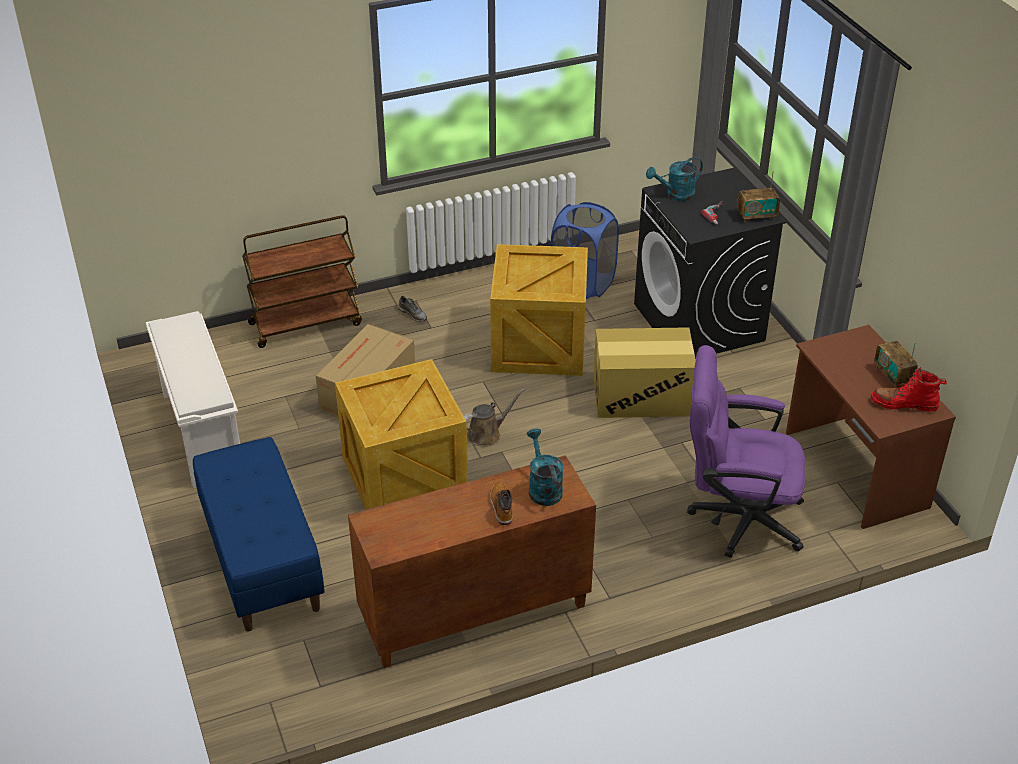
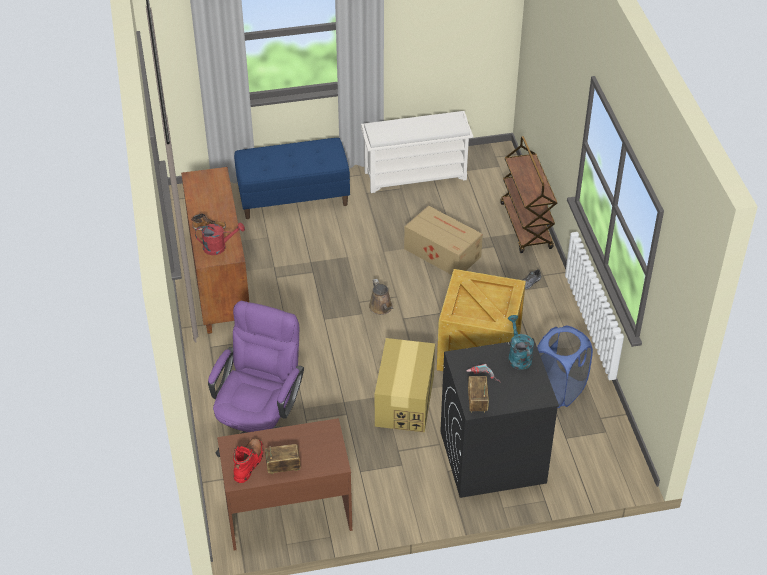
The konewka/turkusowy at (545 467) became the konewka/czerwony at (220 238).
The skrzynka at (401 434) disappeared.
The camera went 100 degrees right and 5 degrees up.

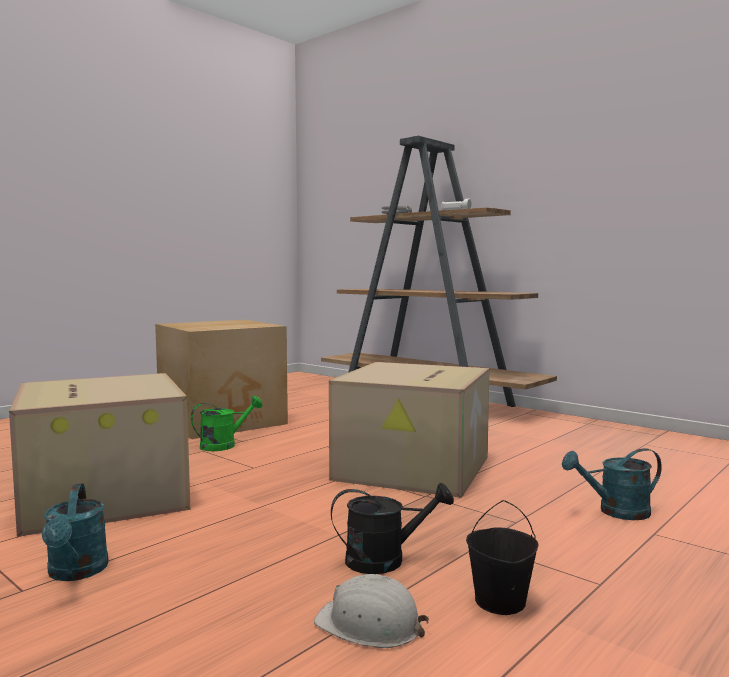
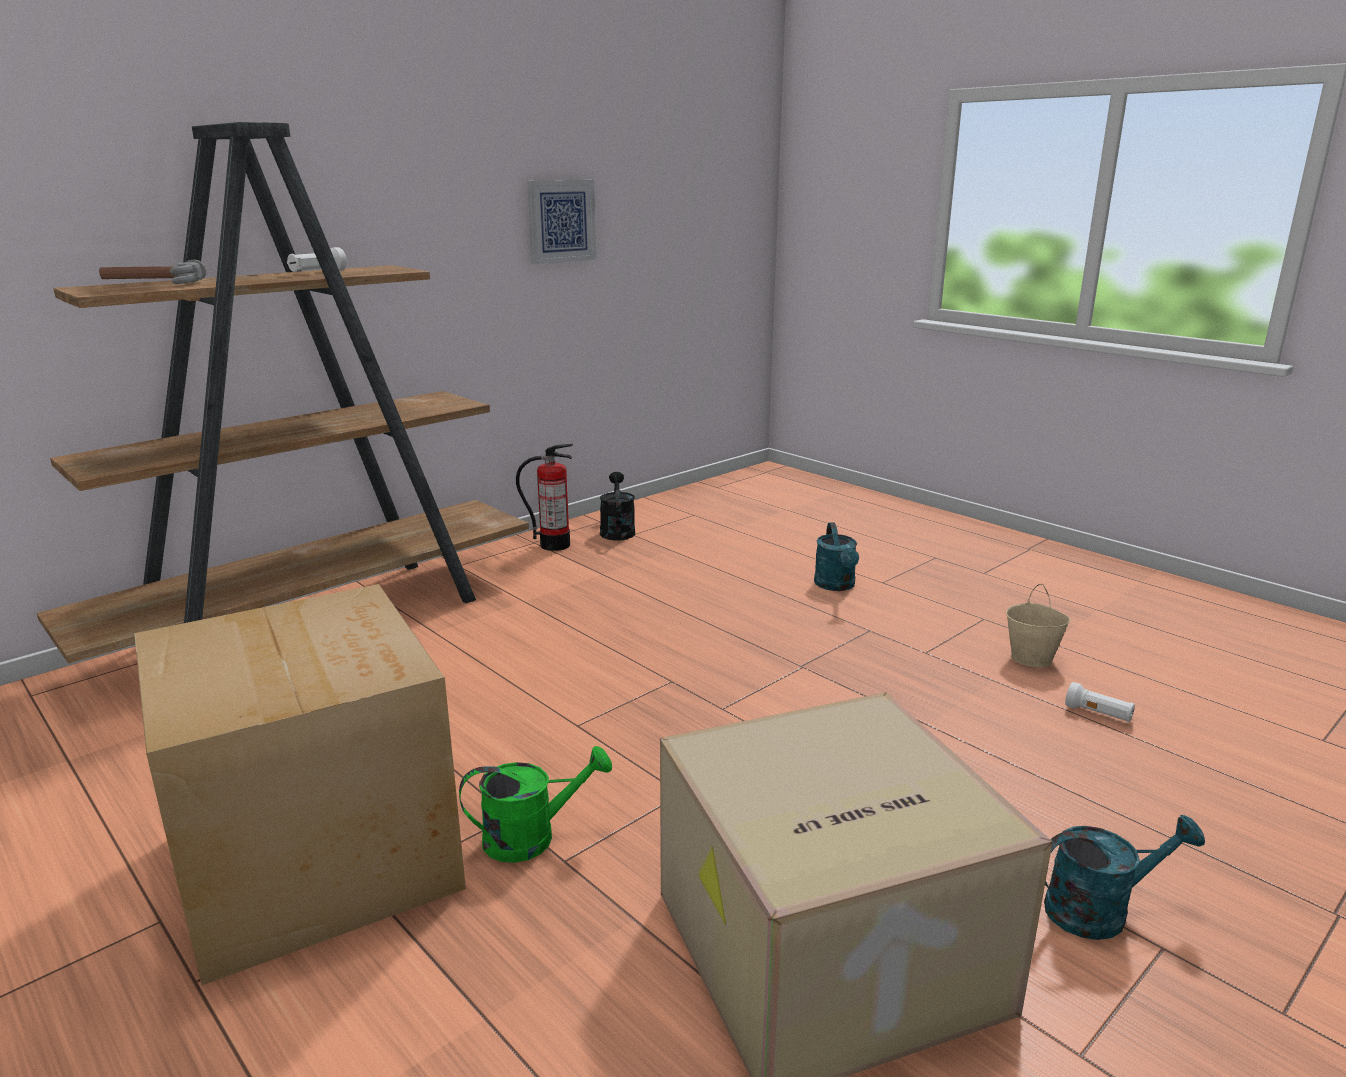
The konewka/zielony at (227 423) turned 105 degrees clockwise.
The gaśnica at (544 497) appeared.
The obraz at (561 222) appeared.
The konewka/czarny moved from (392 528) to (617 506).
The wiadro/czarny at (502 557) became the wiadro/beżowy at (1038 625).
The kask/biały at (371 611) was replaced by the latarka/biały at (1100 702).
The karton at (409 430) disappeared.
The camera went 85 degrees left and 15 degrees up.

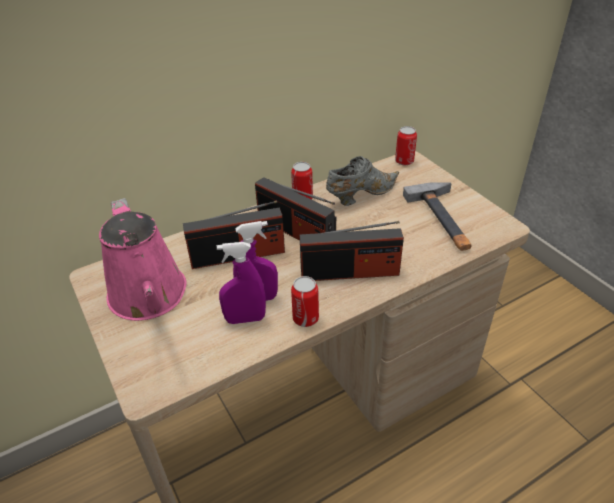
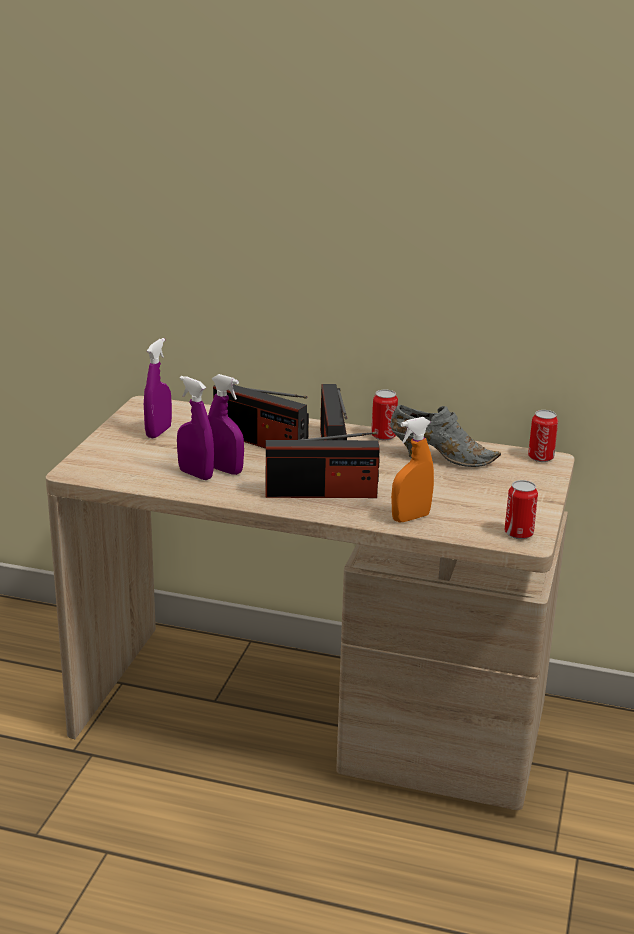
The konewka/różowy at (143 259) was replaced by the spryskiwacz/fioletowy at (158 388).
The radio at (352 251) turned 45 degrees counterclockwise.
The spryskiwacz/pomarańczowy at (412 469) appeared.
The puszka moved from (305 301) to (521 509).
The młotek at (437 216) disappeared.
The camera went 45 degrees right and 15 degrees down.

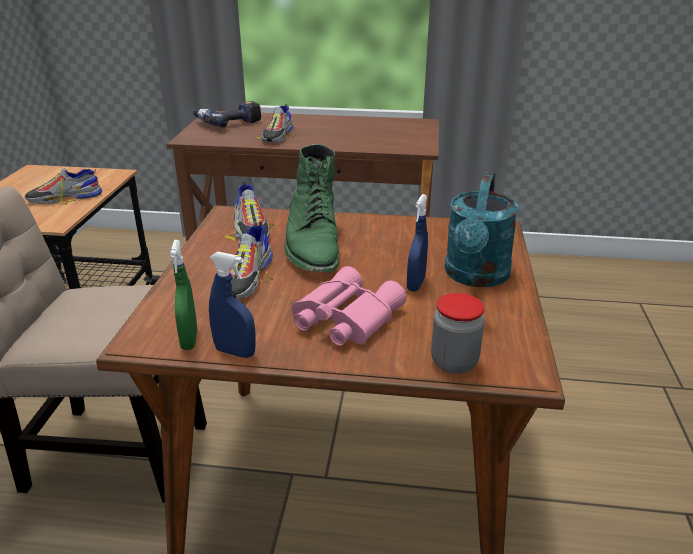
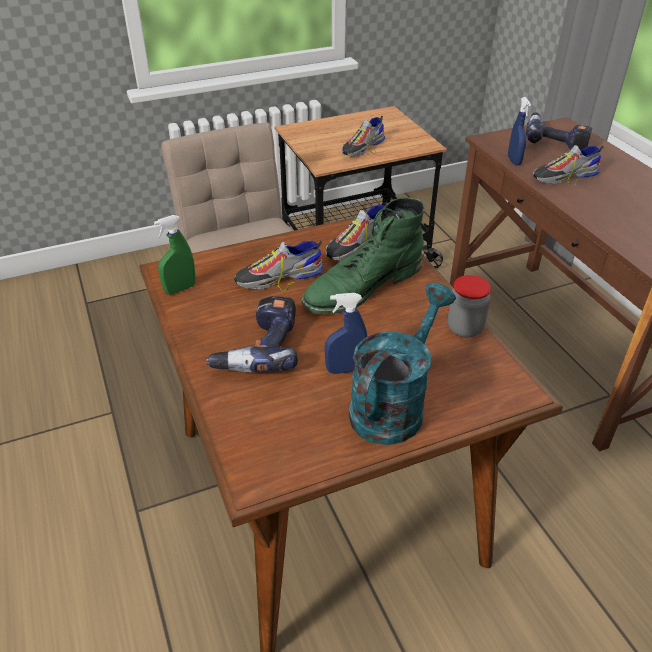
The lornetka/różowy at (349 306) was replaced by the wiertarka at (252 334).
The but at (64 186) turned 90 degrees counterclockwise.
The konewka/turkusowy at (482 229) turned 135 degrees clockwise.
The słoik moved from (458 333) to (469 306).
The spryskiwacz/niebieski moved from (232 305) to (519 131).
The camera went 60 degrees right and 10 degrees up.

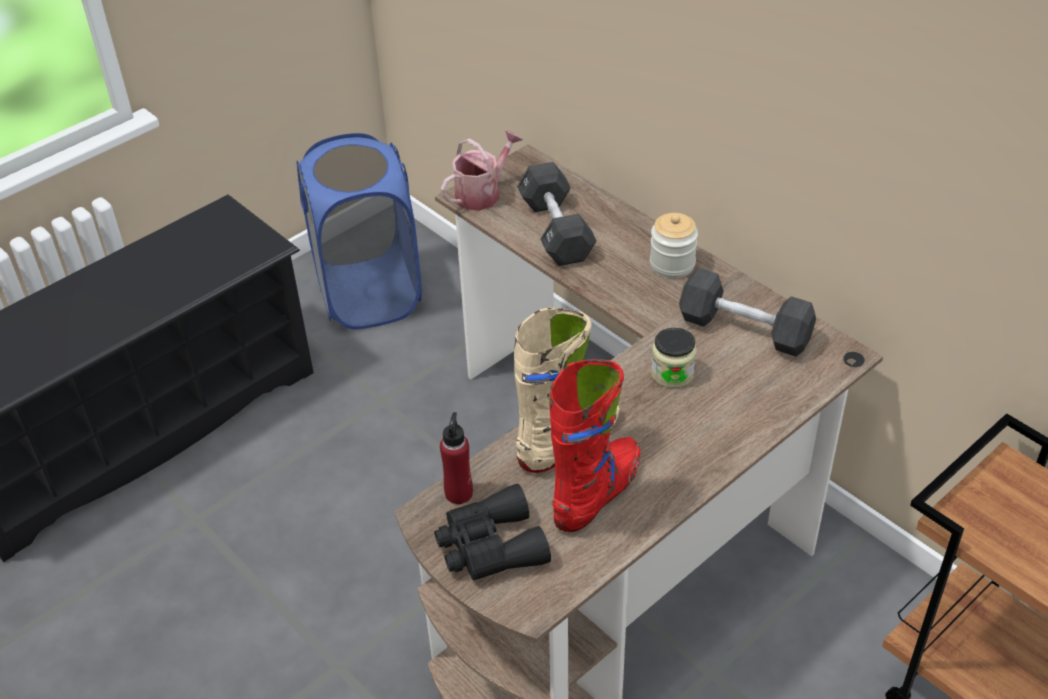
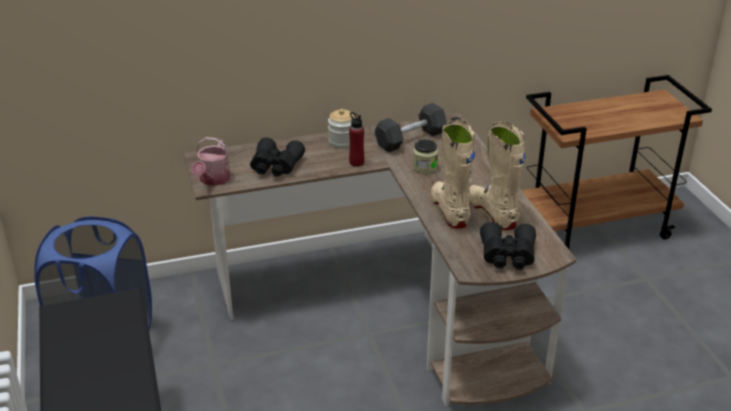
The konewka at (482 170) turned 150 degrees counterclockwise.
The hantel/czarny at (557 214) was replaced by the lornetka/czarny at (277 157).
The butelka/czerwony moved from (456 458) to (356 139).
The but z cholewką/czerwony at (595 445) became the but z cholewką/beżowy at (497 175).
The camera went 65 degrees left and 10 degrees down.

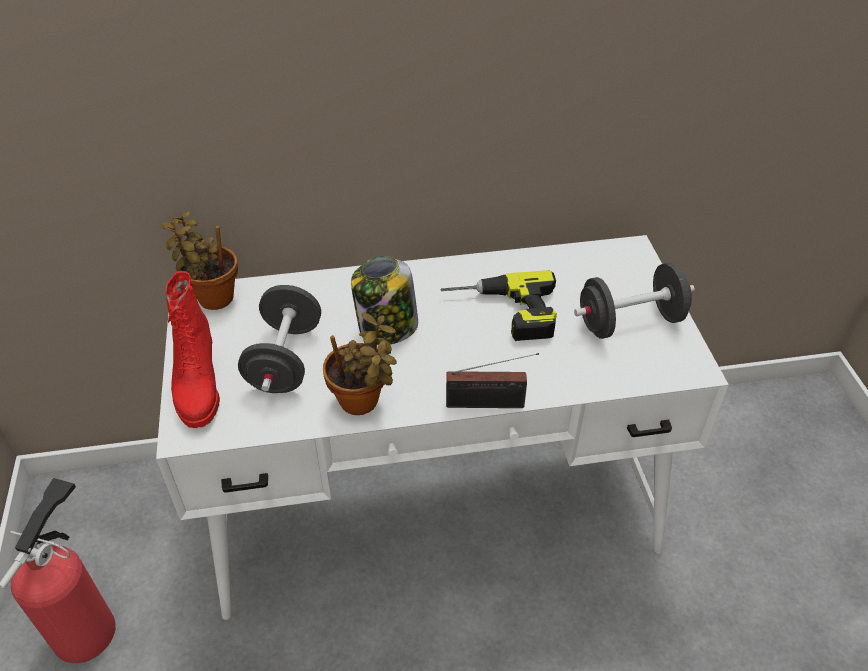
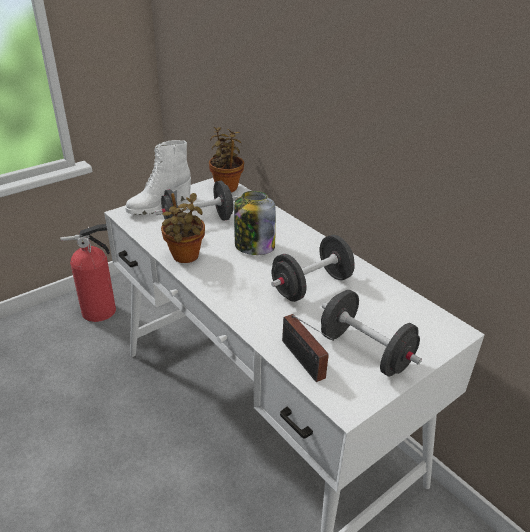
The but z cholewką/czerwony at (192 349) became the but z cholewką/biały at (158 177).
The wiertarka at (499 305) was replaced by the hantel/czarny at (313 268).
The radio moved from (492 380) to (308 348).
The camera went 60 degrees right and 10 degrees down.

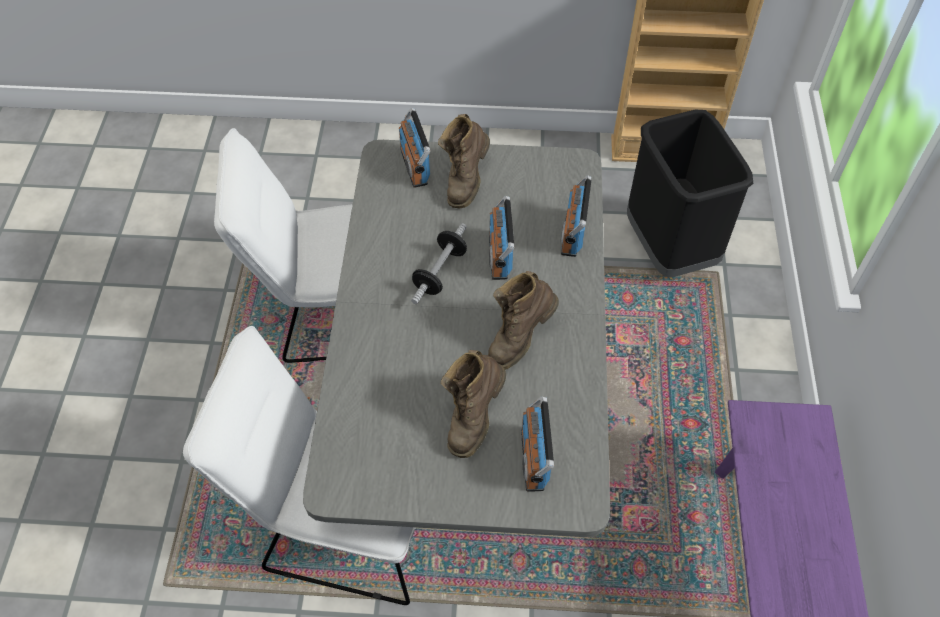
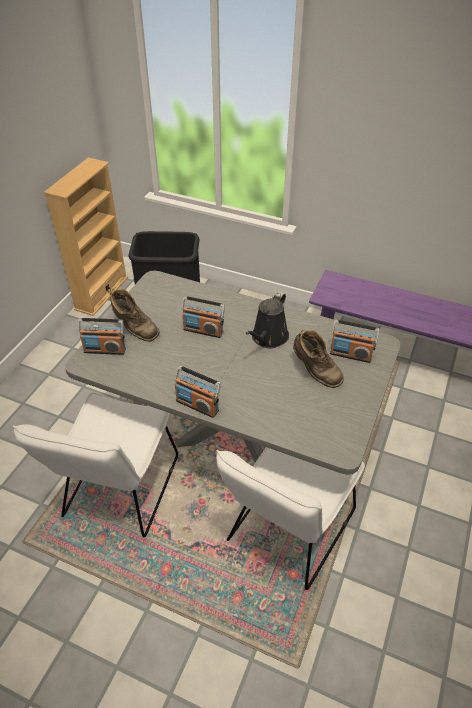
The radio moved from (576 216) to (198 392).
The but z cholewką/brązowy at (523 320) was replaced by the konewka/czarny at (267 320).
The hantel at (439 263) disappeared.
The camera went 70 degrees left and 10 degrees down.

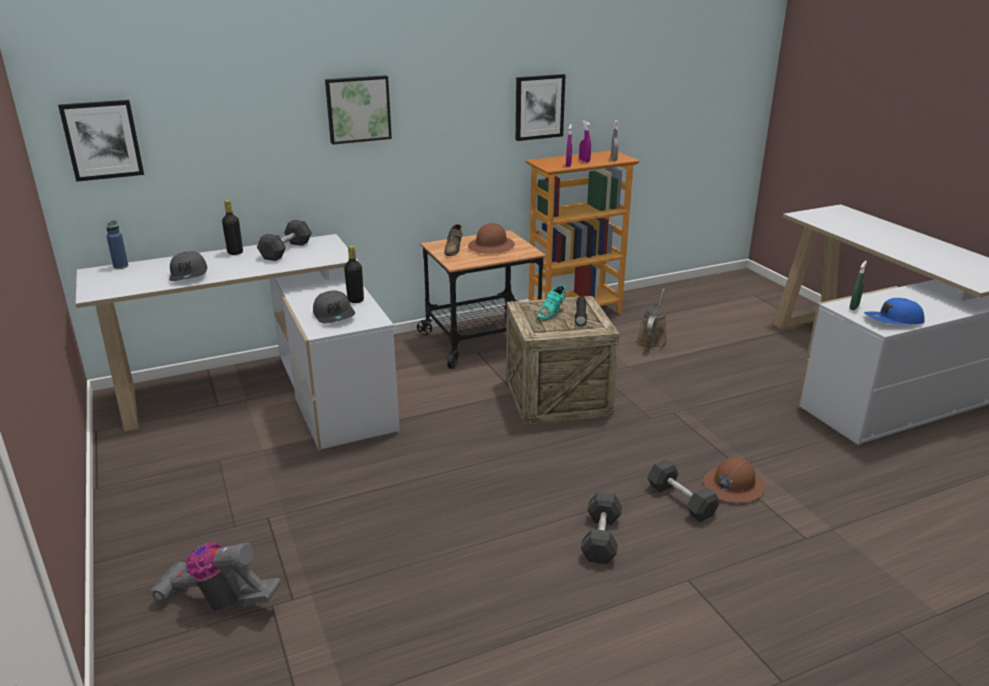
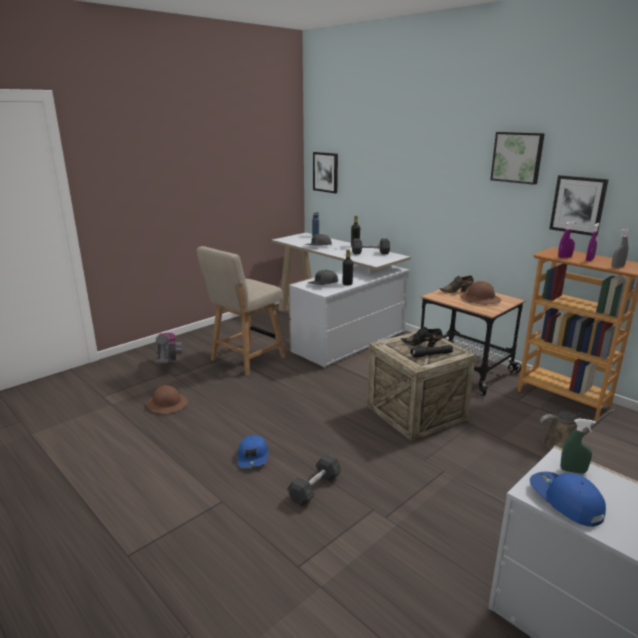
The kask/brązowy moved from (734 480) to (167 399).
The krzesło/beżowy at (241 311) appeared.
The hantel/szary at (601 528) was replaced by the czapka z daszkiem/niebieski at (253 451).
The but/turkusowy at (551 303) became the but/czarny at (422 337).
The obraz moved from (358 110) to (517 158).
The camera went 70 degrees right and 5 degrees down.

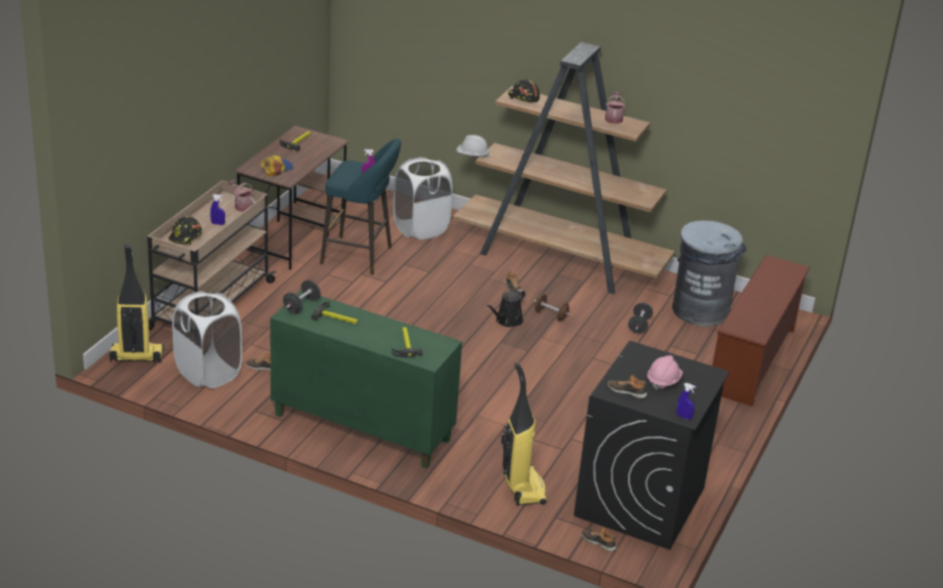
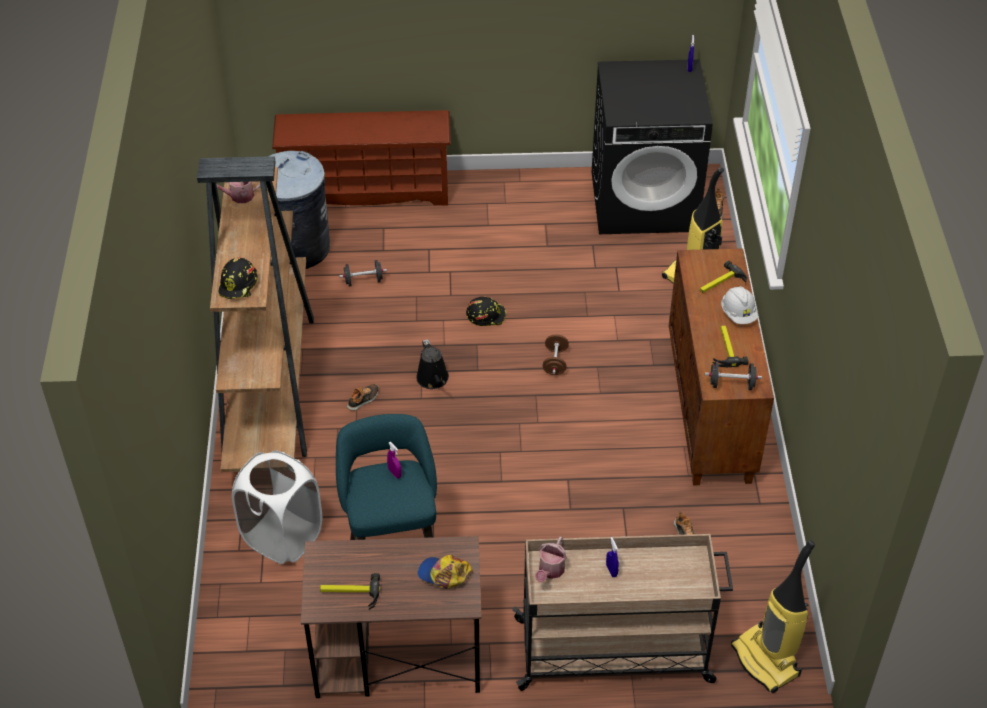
The konewka/czarny at (506 308) turned 60 degrees clockwise.
The kask/czarny moved from (185 230) to (486 311).
The hantel/brązowy moved from (552 308) to (556 355).
The szafka/zielony at (366 380) became the szafka/brązowy at (721 366).
The kask/biały moved from (473 146) to (739 305).
The kosz na pranie/biały at (207 340) disappeared.
The but at (627 386) disappeared.
The kask/różowy at (665 373) disappeared.
The camera went 115 degrees left and 15 degrees up.

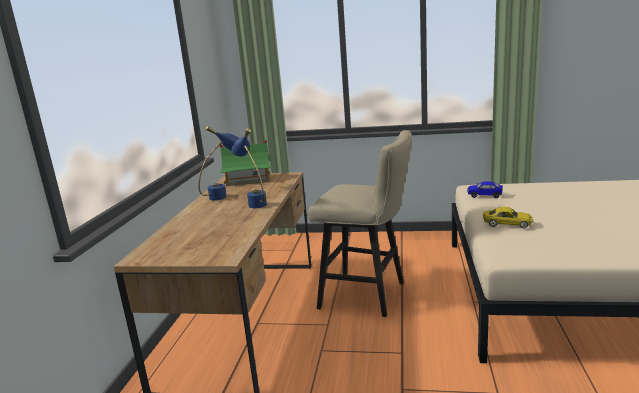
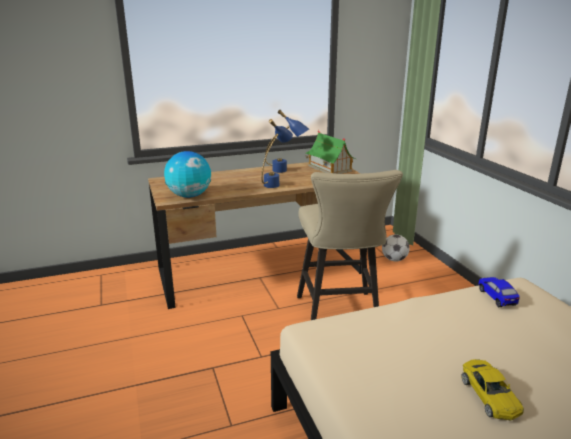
The globus at (187 174) appeared.
The piłka futbolowa at (396 247) appeared.
The samochodzik/żółty moved from (508 217) to (493 390).
The camera went 60 degrees right and 5 degrees up.

